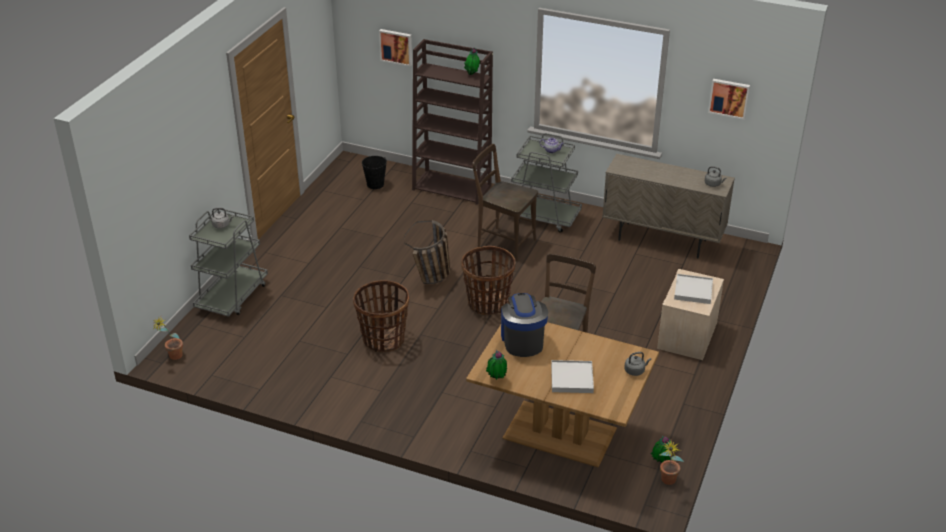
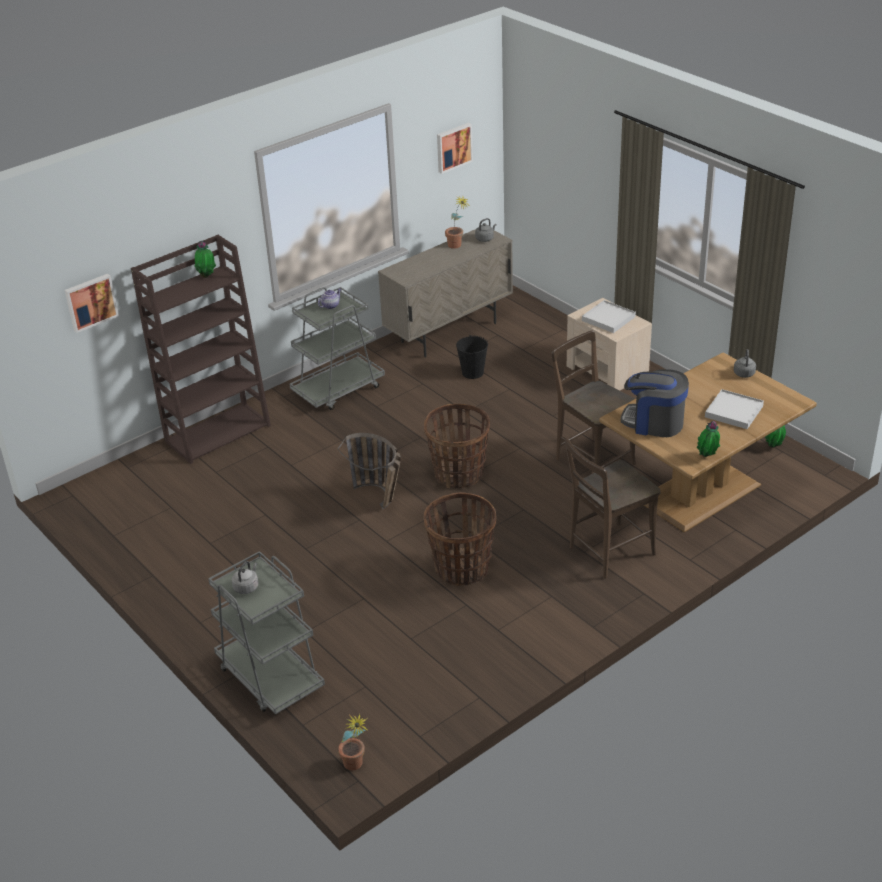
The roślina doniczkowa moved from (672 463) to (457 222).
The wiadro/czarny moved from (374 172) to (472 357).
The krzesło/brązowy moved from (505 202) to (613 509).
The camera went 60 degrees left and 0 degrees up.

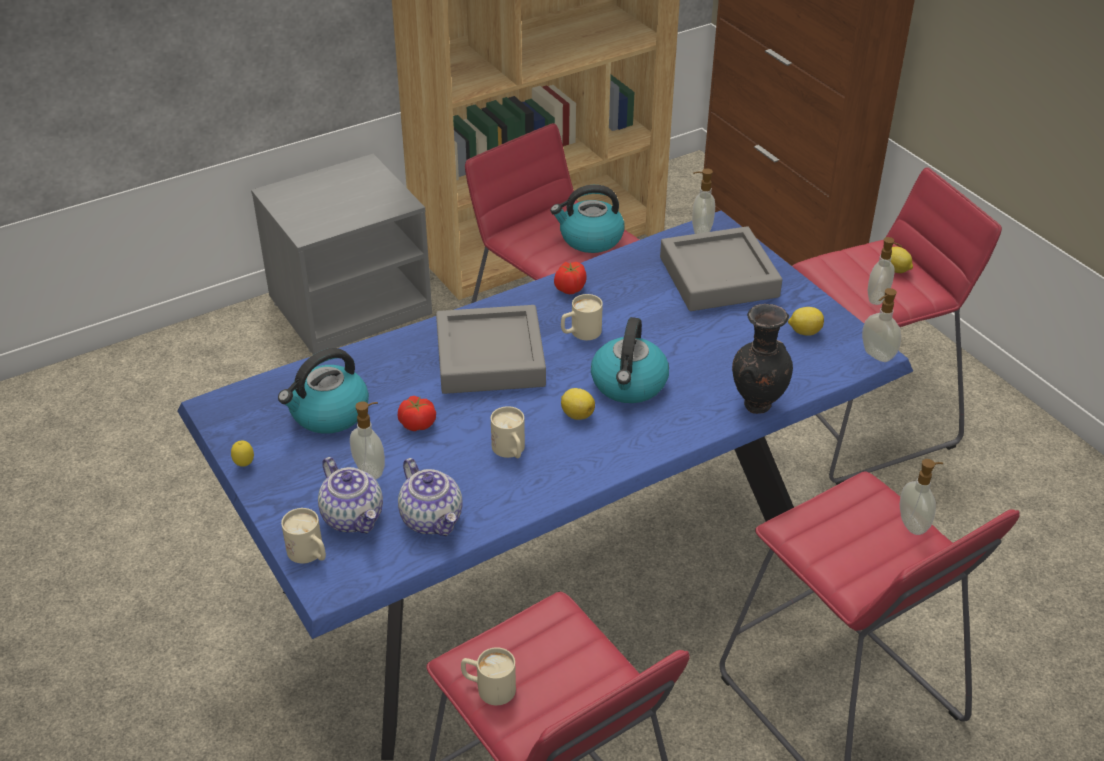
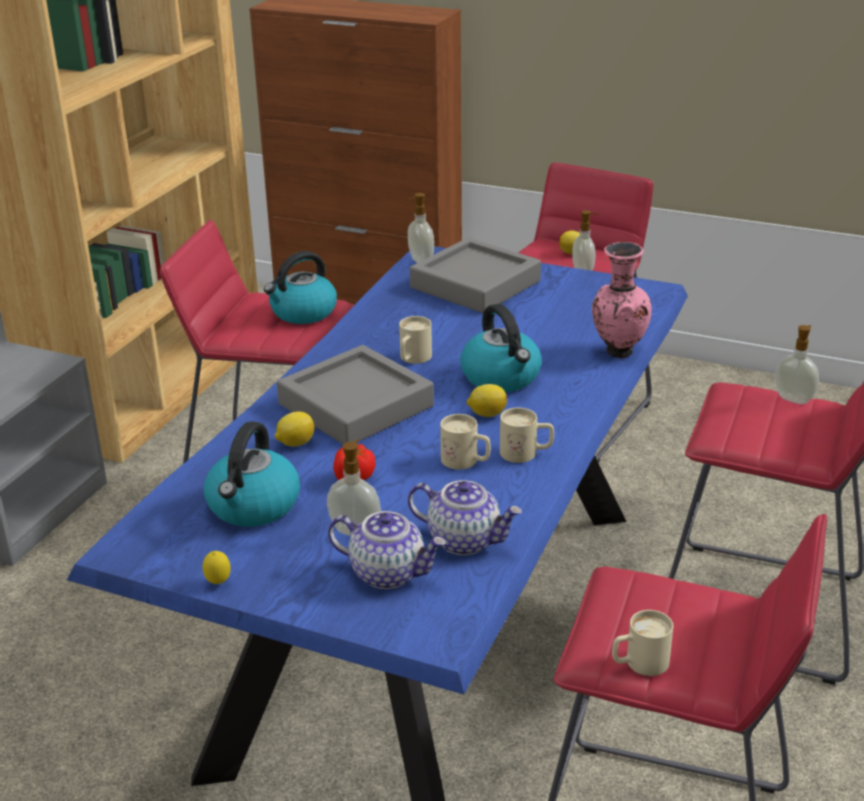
The cytryna moved from (806 321) to (295 428).
The kubek/beżowy moved from (303 536) to (527 435).
The wazon/czarny at (762 359) became the wazon/różowy at (622 300).
The pomidor at (570 278) disappeared.
The dozownik mydła at (881 325) disappeared.
The camera went 35 degrees left and 10 degrees down.

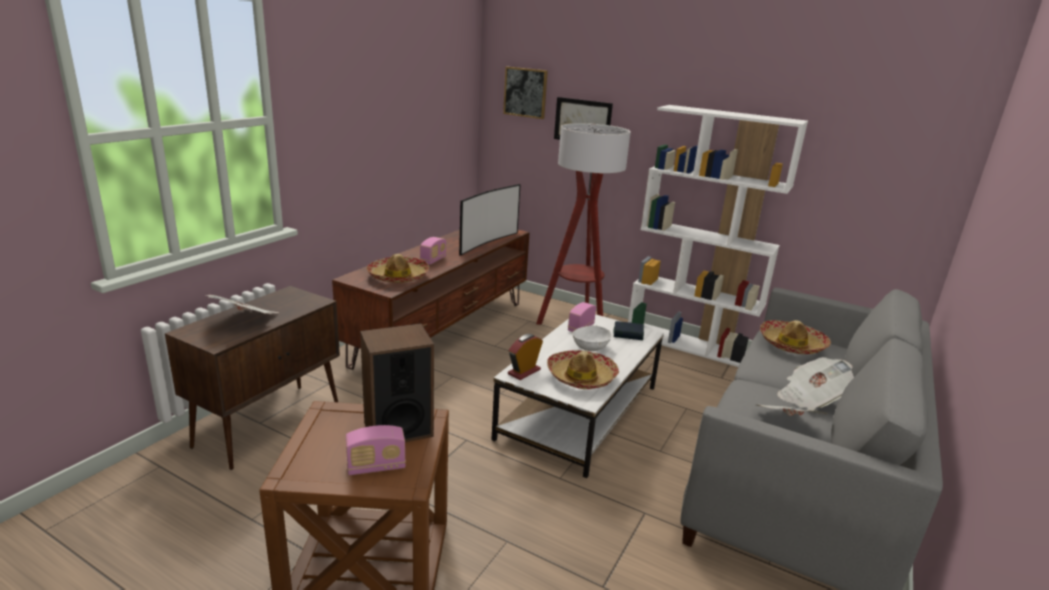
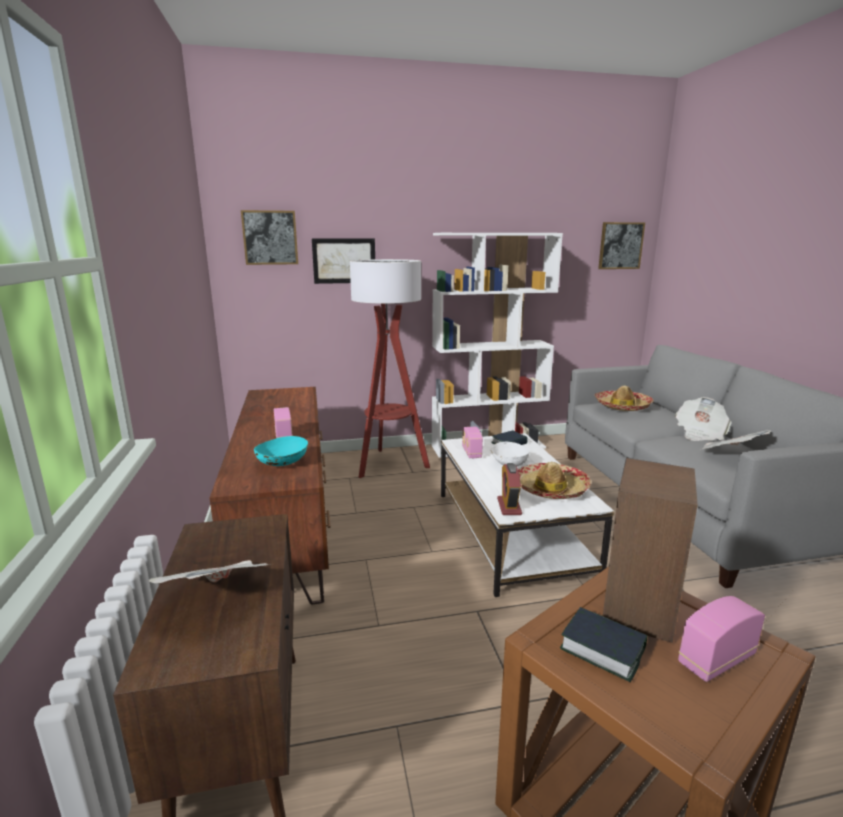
The kapelusz at (398 268) was replaced by the miska/turkusowy at (281 451).
The książka at (604 644) appeared.
The obraz at (621 245) appeared.
The radio at (376 450) turned 150 degrees counterclockwise.
The telewizor at (490 220) disappeared.
The camera went 40 degrees left and 5 degrees down.

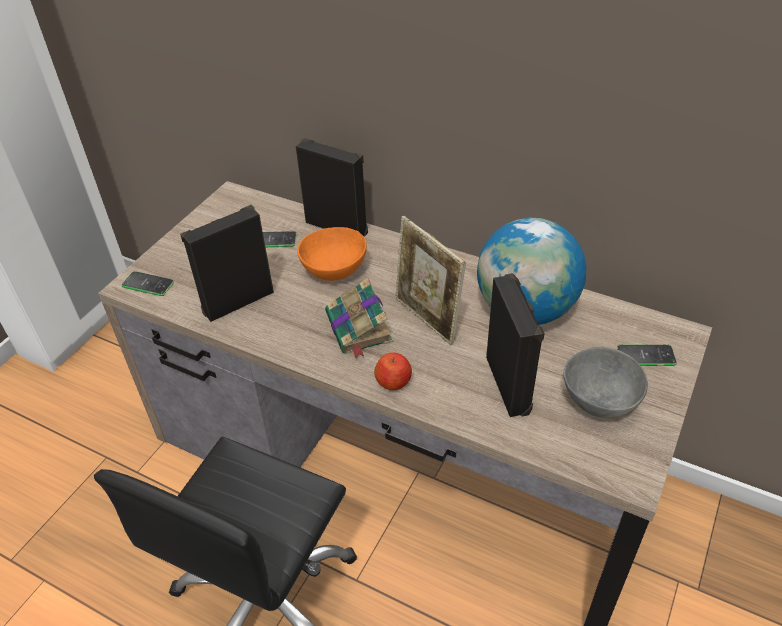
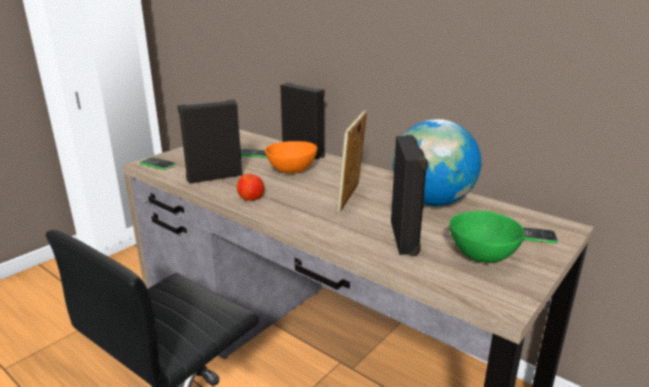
The jabłko moved from (393 371) to (250 187).
The ramka na zdjęcie at (430 281) turned 45 degrees clockwise.
The miska/szary at (606 382) became the miska/zielony at (487 237).
The książka at (359 318) disappeared.
The camera went 10 degrees right and 20 degrees down.

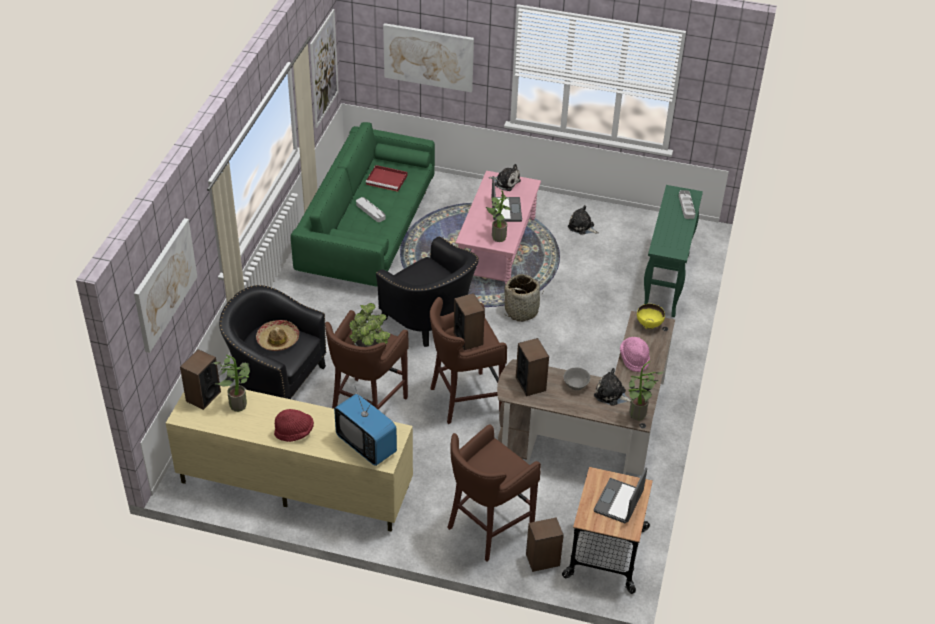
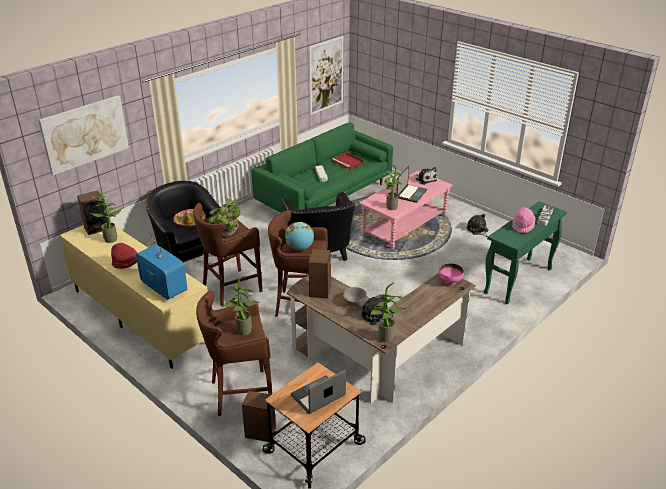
The telewizor at (365 426) turned 150 degrees clockwise.
The roślina doniczkowa at (240 305) appeared.
The głośnik at (469 321) was replaced by the globus at (299 236).
The miska/żółty at (651 316) became the miska/różowy at (451 274).
The kapelusz/różowy moved from (635 354) to (523 220).
The obraz at (428 57) disappeared.
The koszyk at (523 298) disappeared.
The camera went 30 degrees right and 10 degrees down.

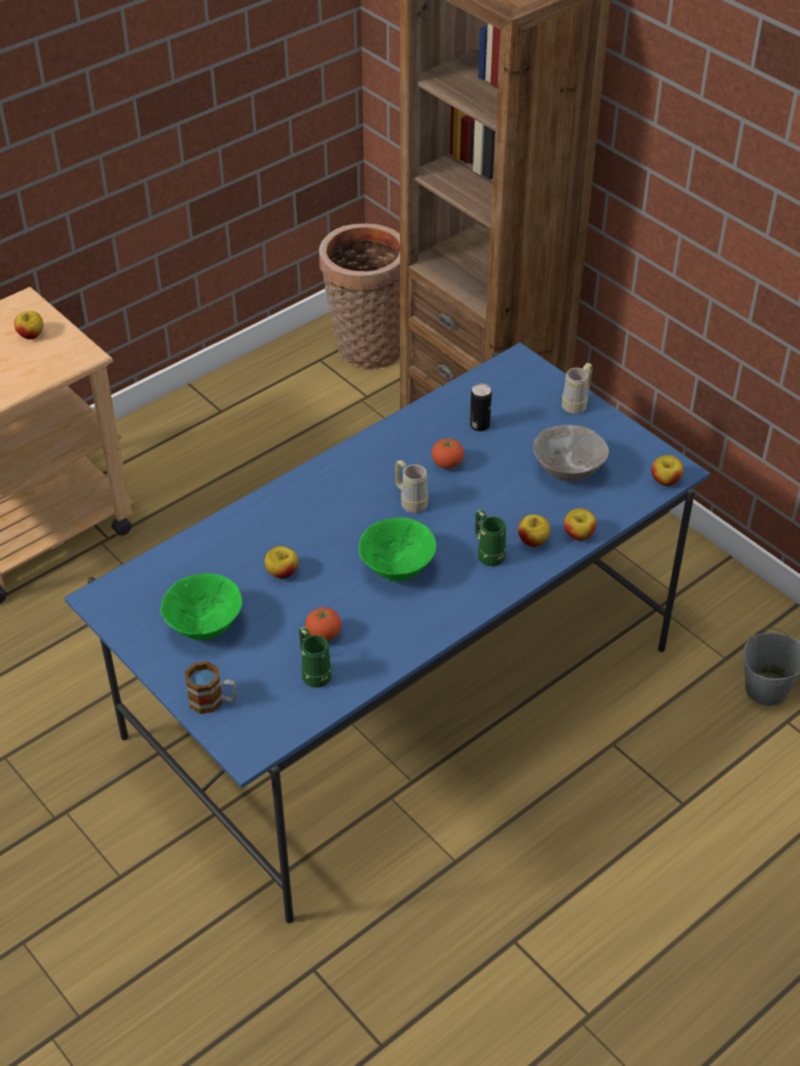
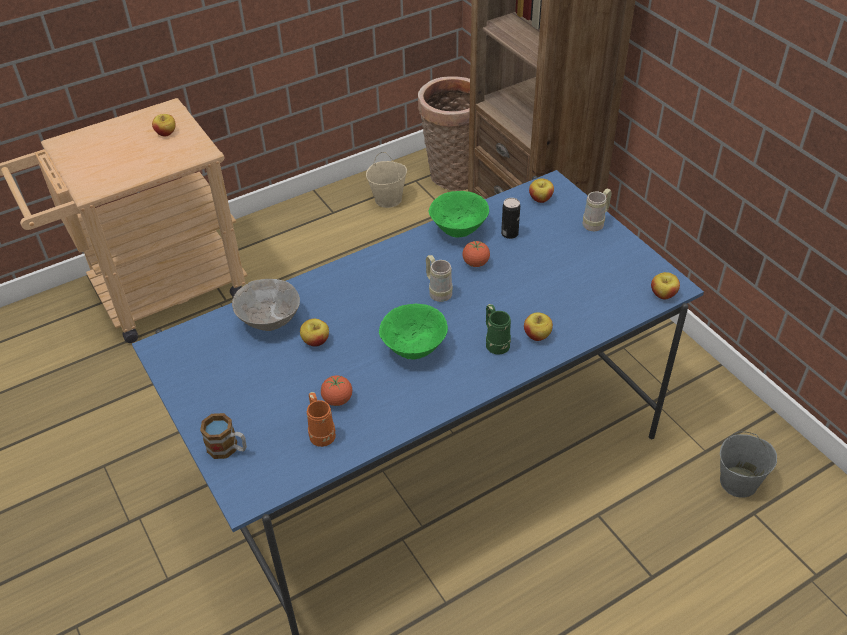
The miska/szary moved from (571 453) to (266 305).
The kubek/zielony at (315 657) became the kubek/pomarańczowy at (321 419).
The wiadro/beżowy at (386 180) appeared.
The miska/zielony moved from (201 607) to (459 214).
The jabłko moved from (580 524) to (541 191).
The camera went 10 degrees right and 0 degrees up.

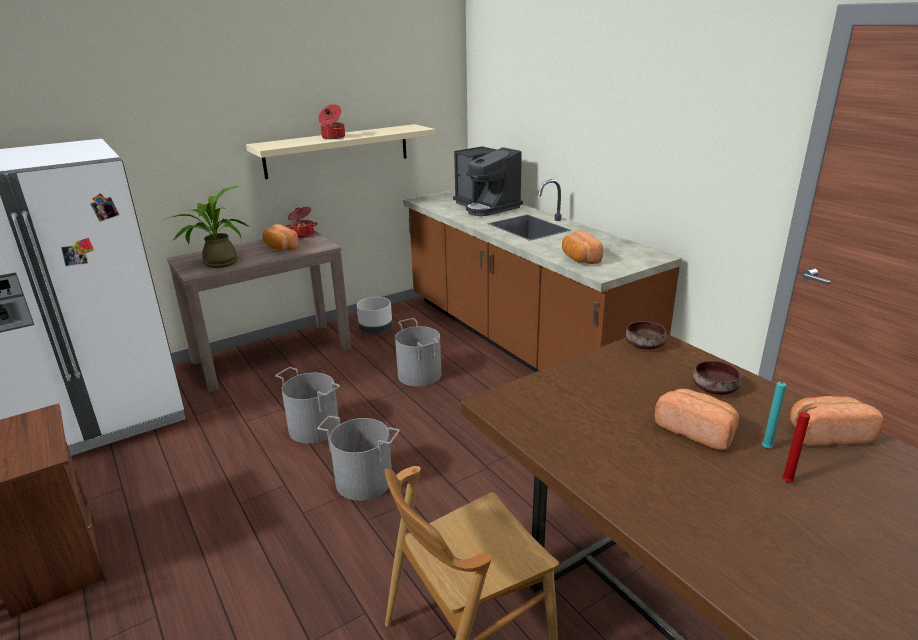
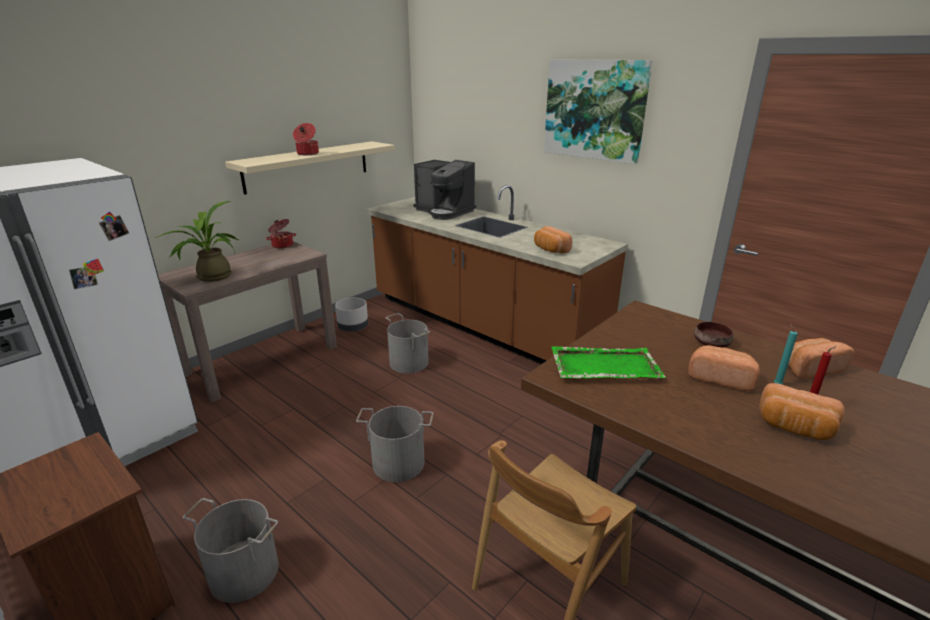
The wiadro/szary moved from (307 405) to (231 550).
The obraz at (598 112) appeared.
The taca/zielony at (609 362) appeared.
The chleb moved from (281 237) to (802 411).
The miska/brązowy at (646 335) disappeared.
The camera went 15 degrees left and 0 degrees up.

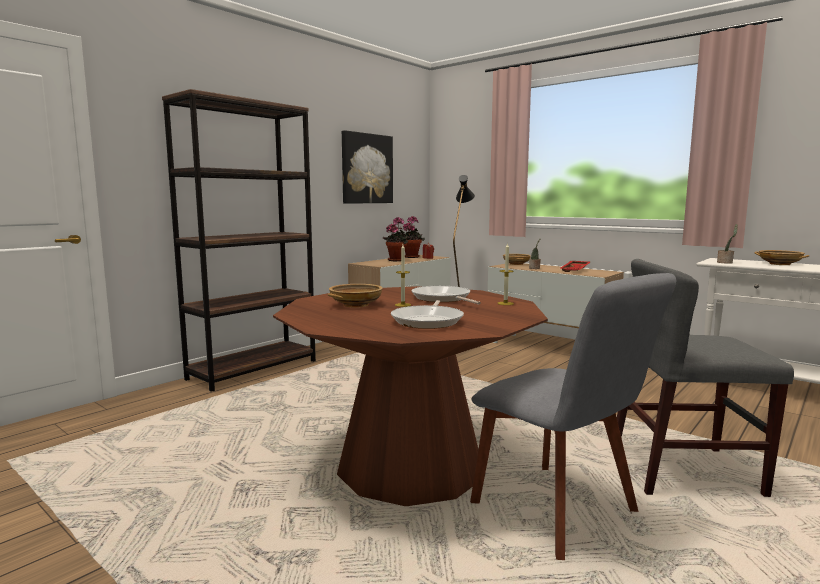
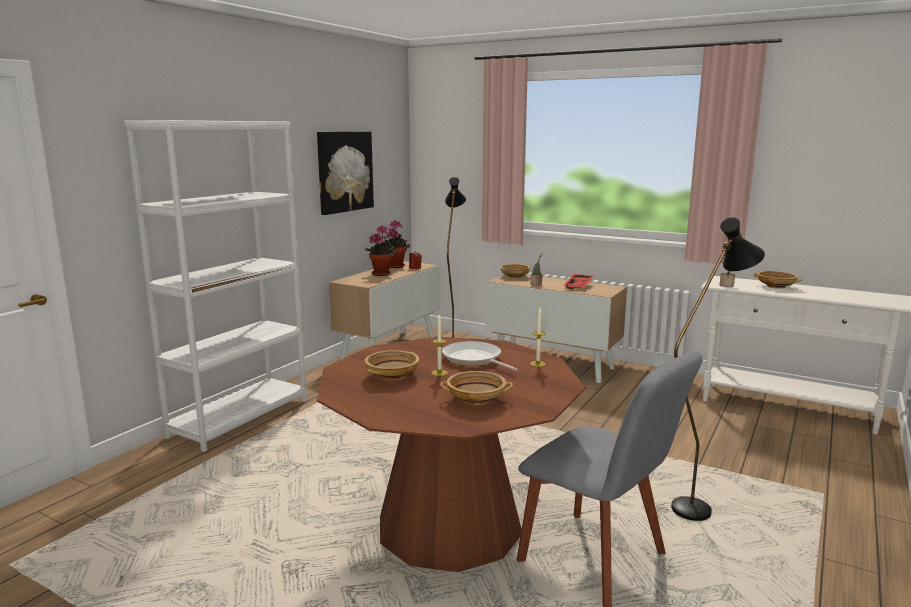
The regał/brązowy at (239 240) became the regał/biały at (215 286).
The patelnia at (427 314) was replaced by the miska/beżowy at (476 388).
The krzesło/szary at (705 378) was replaced by the lampa stojąca/czarny at (718 369).
The camera went 10 degrees left and 5 degrees up.

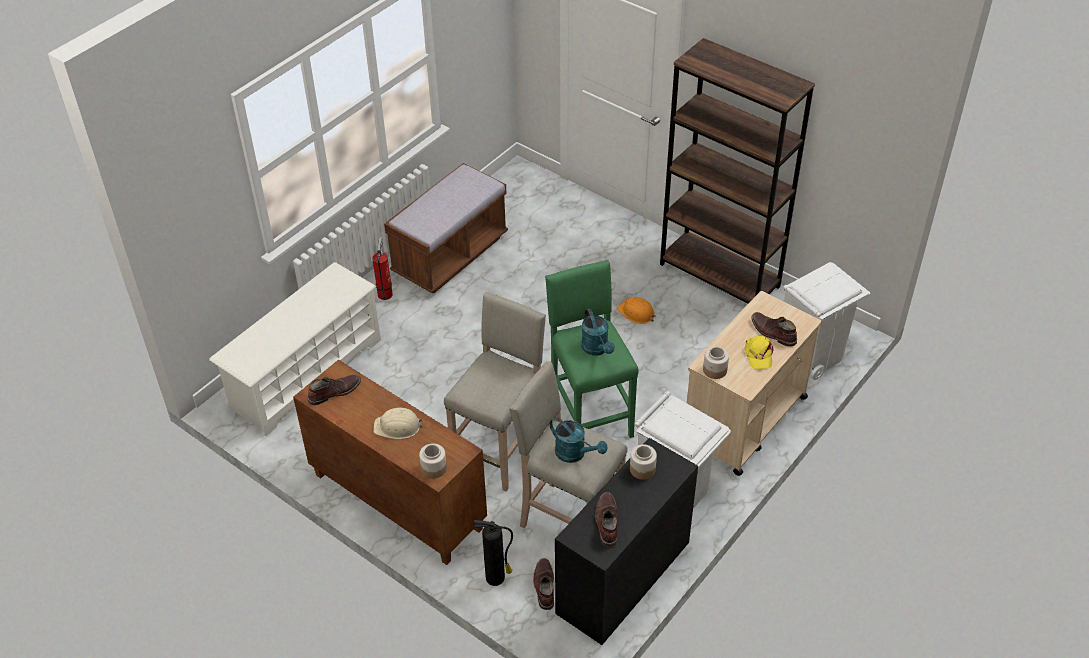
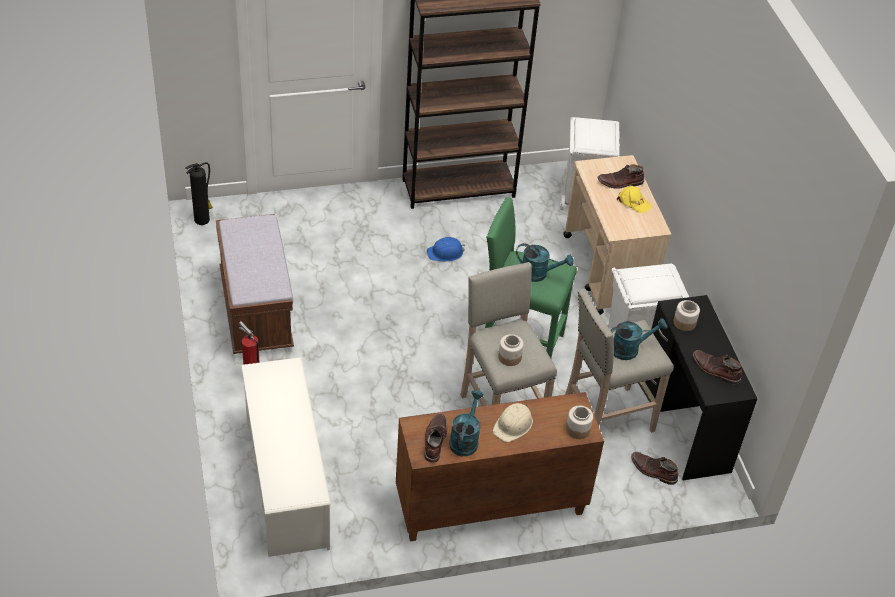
The gaśnica moved from (493 553) to (198 193).
The kask/pomarańczowy at (636 310) became the kask/niebieski at (446 249).
The konewka/turkusowy at (466 423) appeared.
The słoik moved from (716 362) to (511 350).
The camera went 55 degrees left and 0 degrees up.

